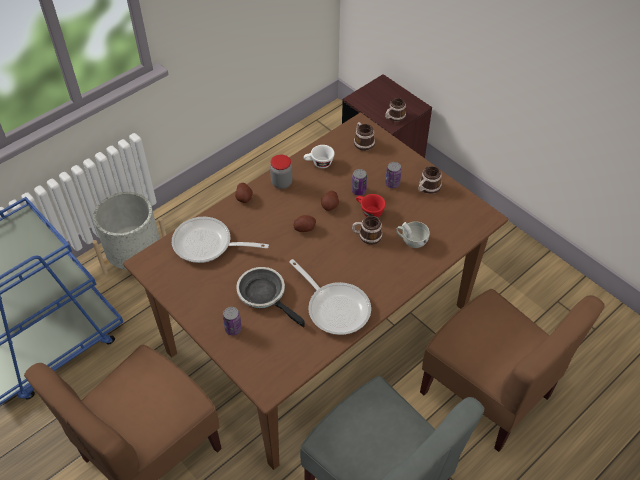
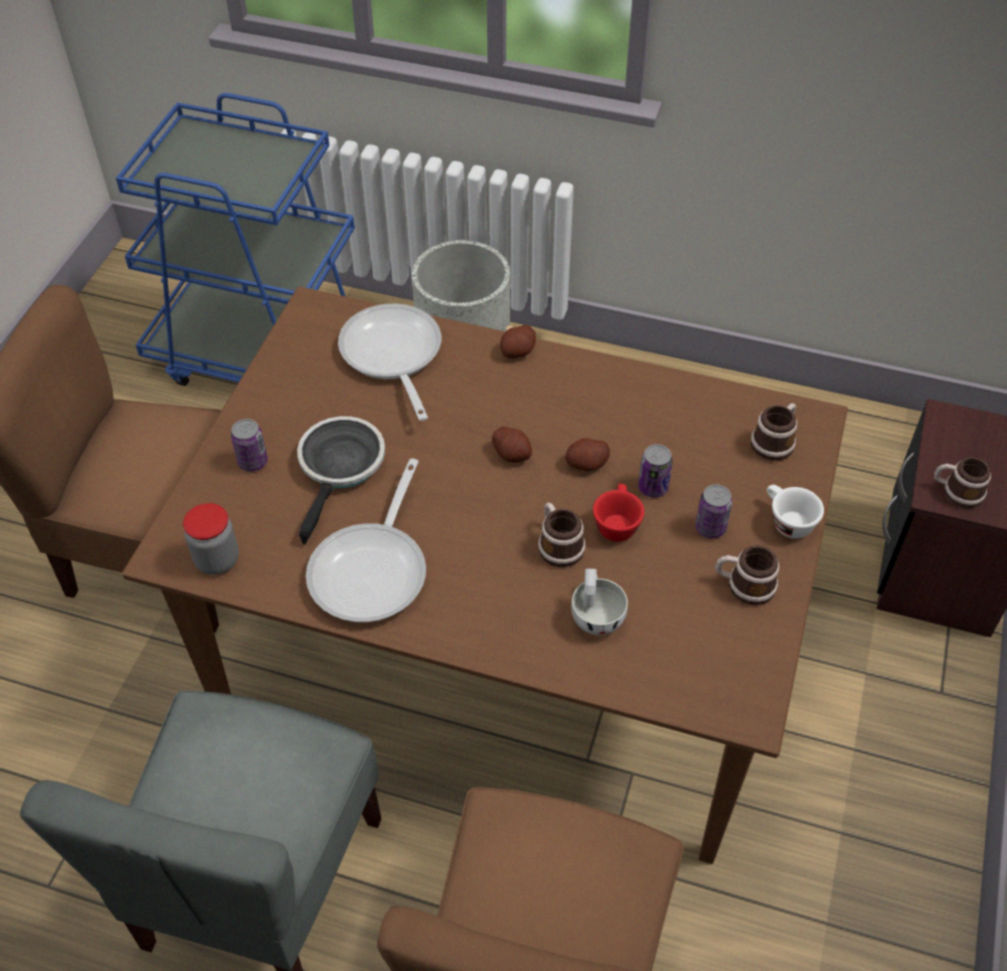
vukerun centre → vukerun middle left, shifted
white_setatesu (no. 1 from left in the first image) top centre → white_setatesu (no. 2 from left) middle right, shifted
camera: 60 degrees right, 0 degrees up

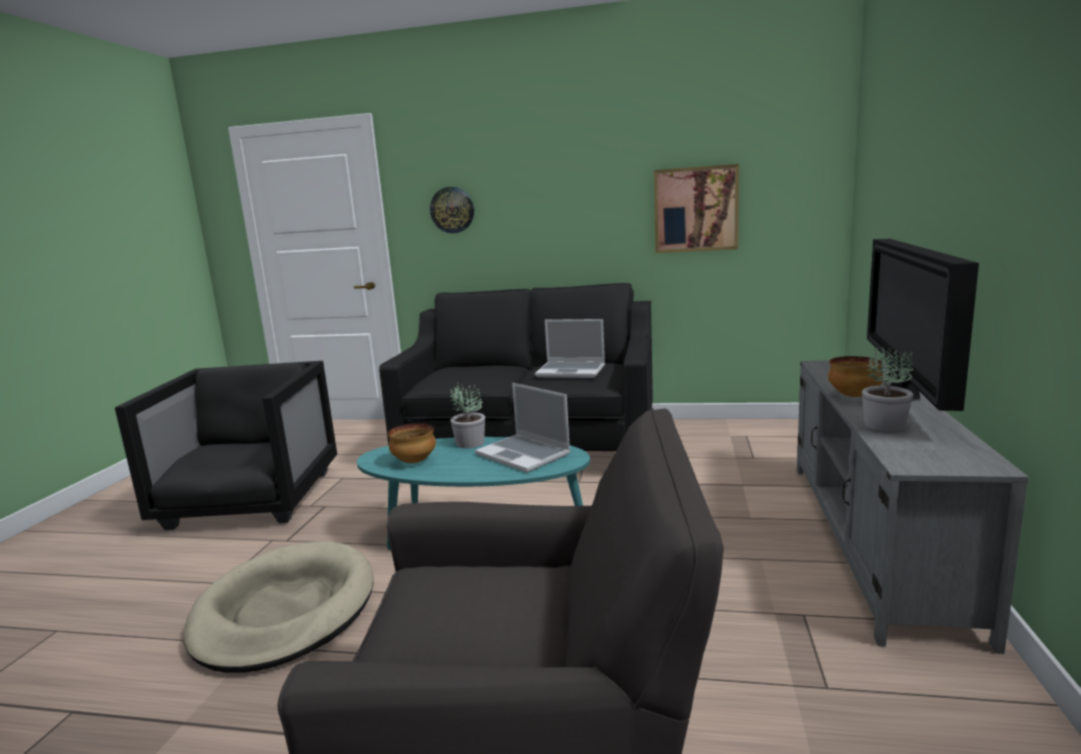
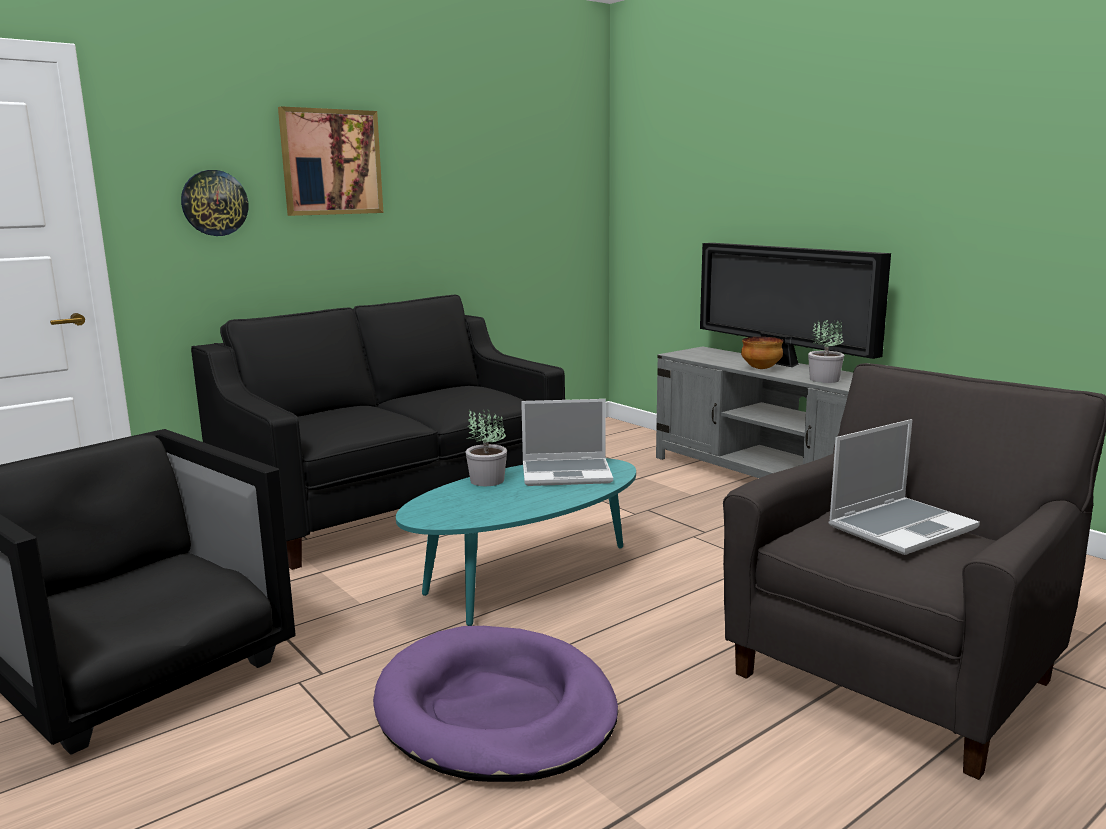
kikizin (no. 1 from left) centre → -
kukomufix (no. 2 from left) centre → kukomufix (no. 2 from left) middle right, shifted
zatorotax top centre → zatorotax top left, shifted
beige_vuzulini bottom left → purple_vuzulini bottom centre
camera: 50 degrees left, 0 degrees up

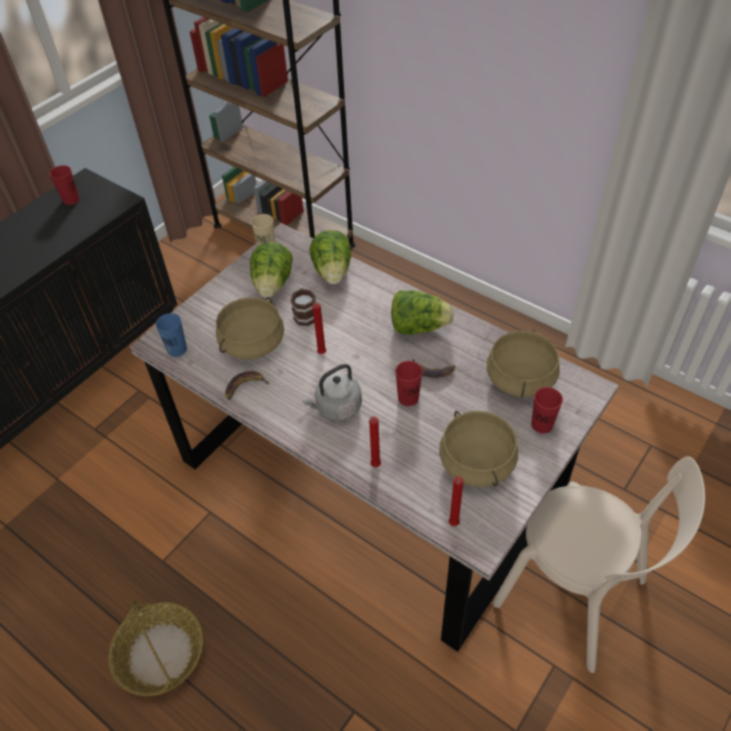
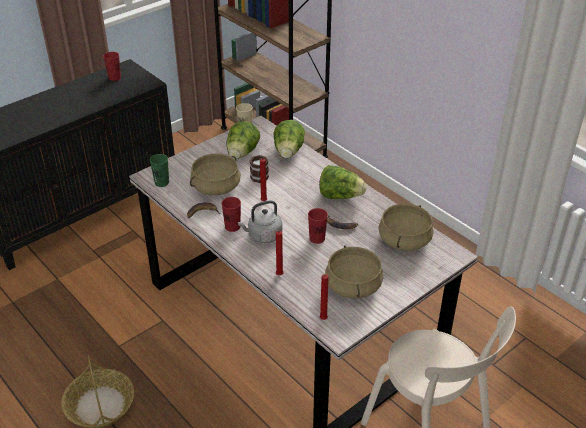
red_setatesu (no. 3 from left in the first image) middle right → red_setatesu (no. 2 from left) centre, shifted
blue_setatesu middle left → green_setatesu middle left
camera: 10 degrees right, 10 degrees down

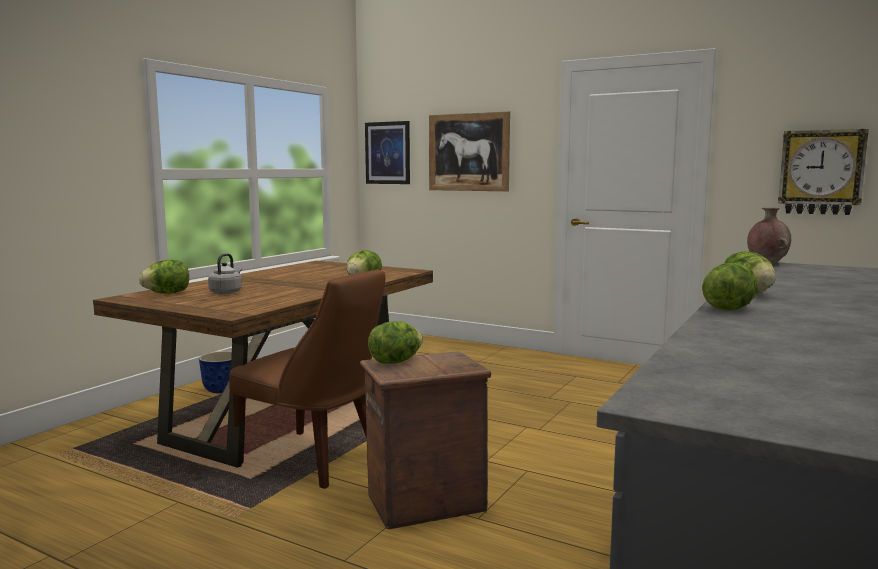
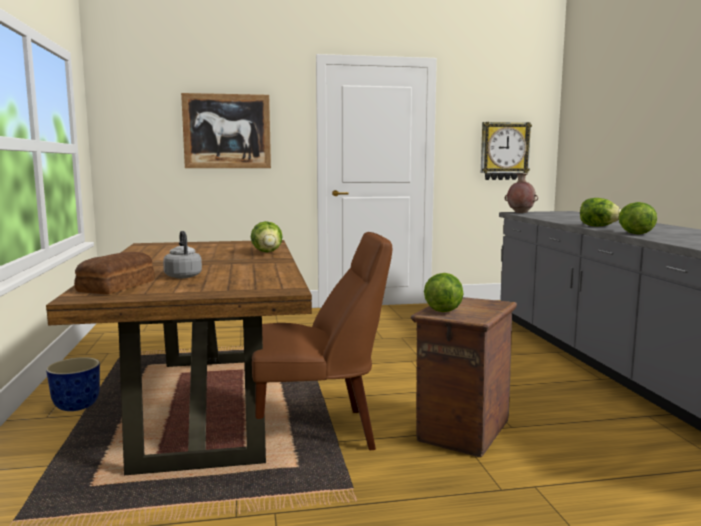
zatorotax (no. 1 from left) top centre → -
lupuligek (no. 1 from left) middle left → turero middle left
camera: 40 degrees left, 0 degrees up

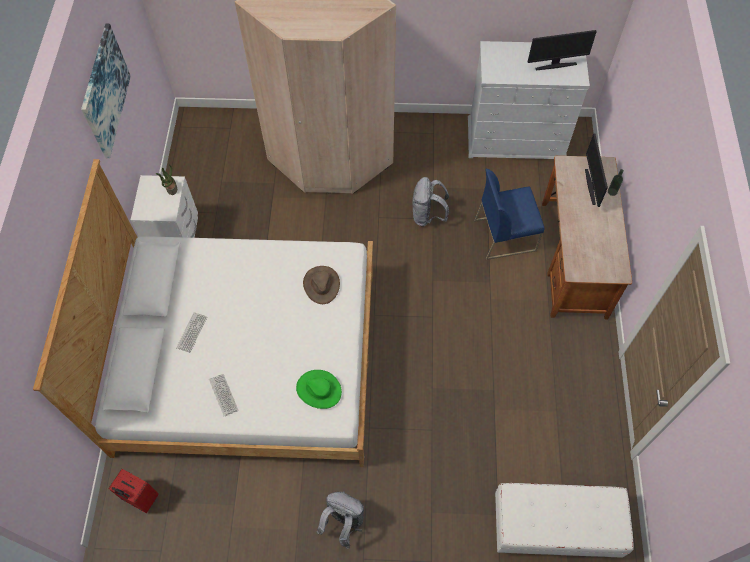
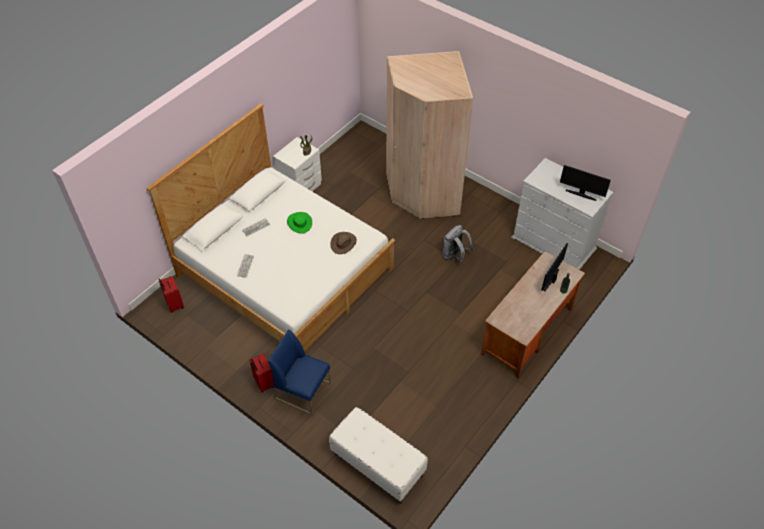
zatorotax top left → -
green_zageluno bottom centre → green_zageluno centre, shifted
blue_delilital middle right → blue_delilital bottom centre, shifted
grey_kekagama (no. 1 from left) bottom centre → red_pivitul (no. 2 from left) bottom centre
camera: 35 degrees right, 10 degrees down

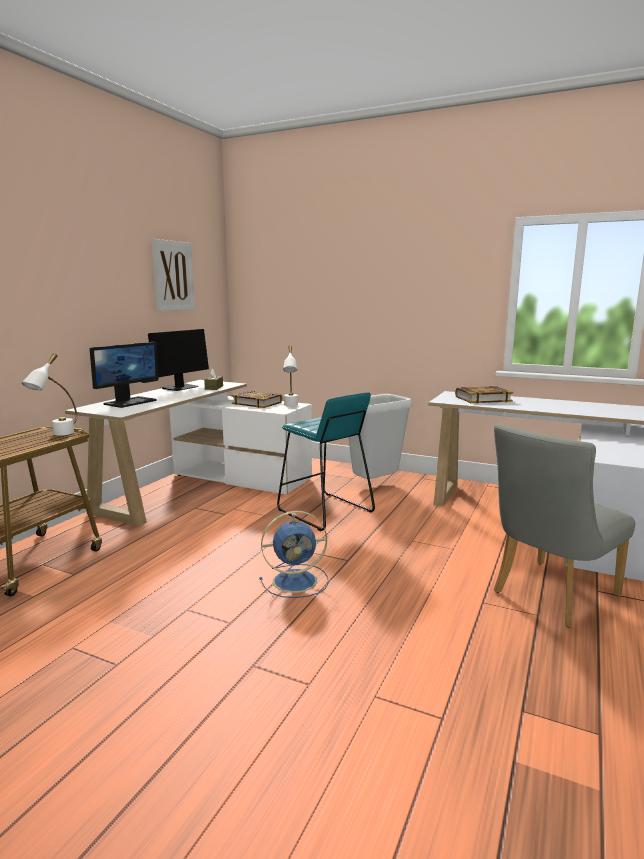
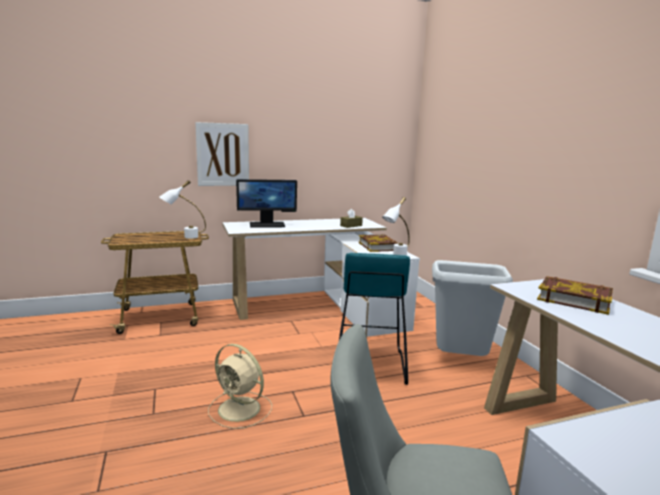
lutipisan (no. 2 from left) middle left → -
zatorotax top left → zatorotax top centre, shifted
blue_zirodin centre → beige_zirodin bottom centre
camera: 45 degrees right, 0 degrees up

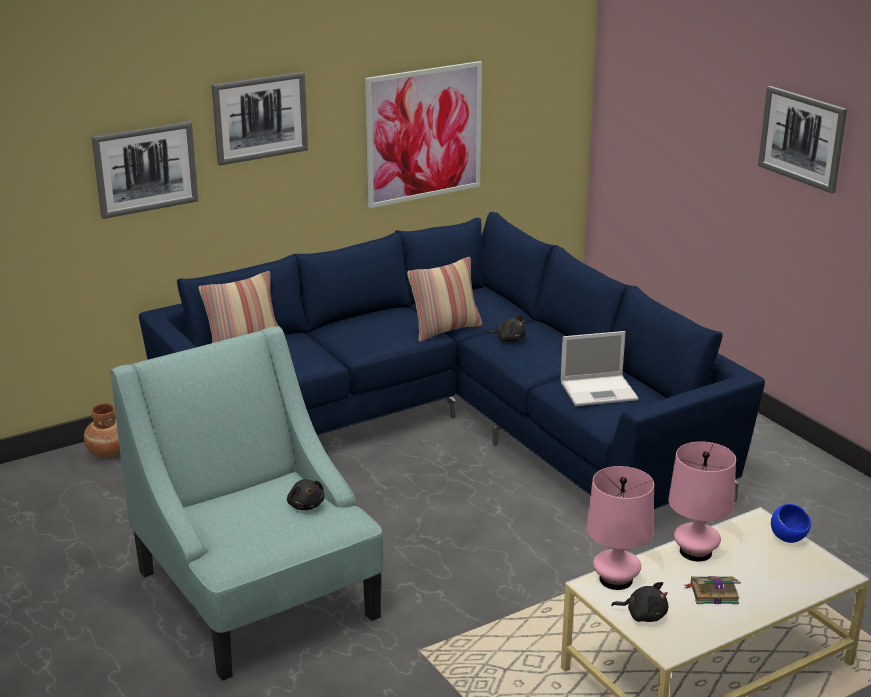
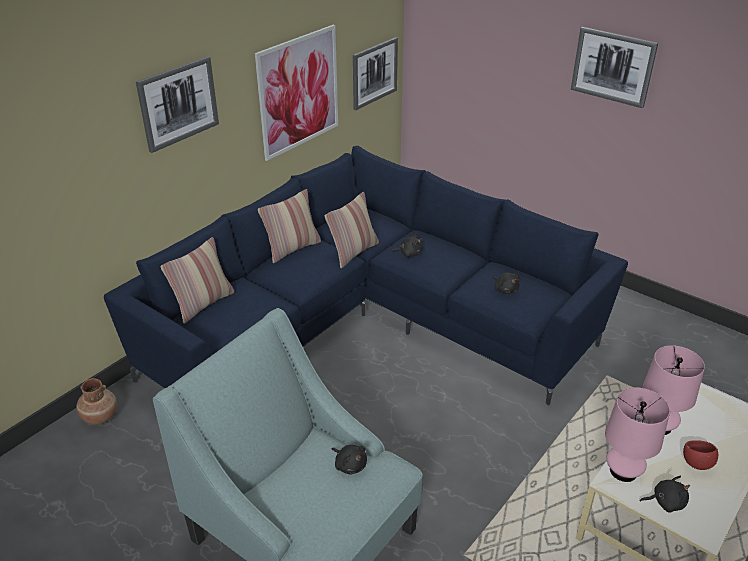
blue_kikizin bottom right → -
- → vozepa (no. 2 from left) centre
zatorotax (no. 1 from left in the first image) top left → zatorotax (no. 3 from left) top centre, shifted
kukomufix middle right → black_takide (no. 3 from left) middle right
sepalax bottom right → red_kikizin bottom right
camera: 20 degrees left, 10 degrees up

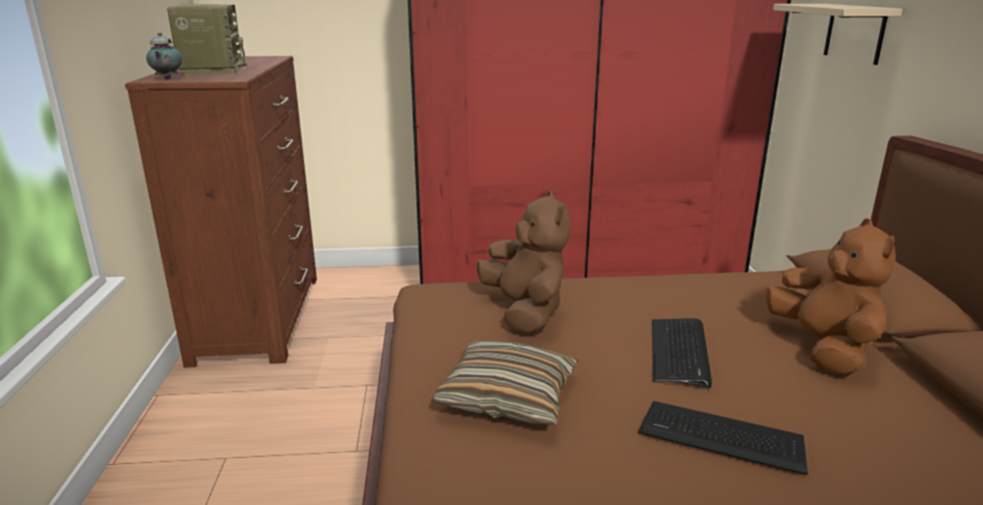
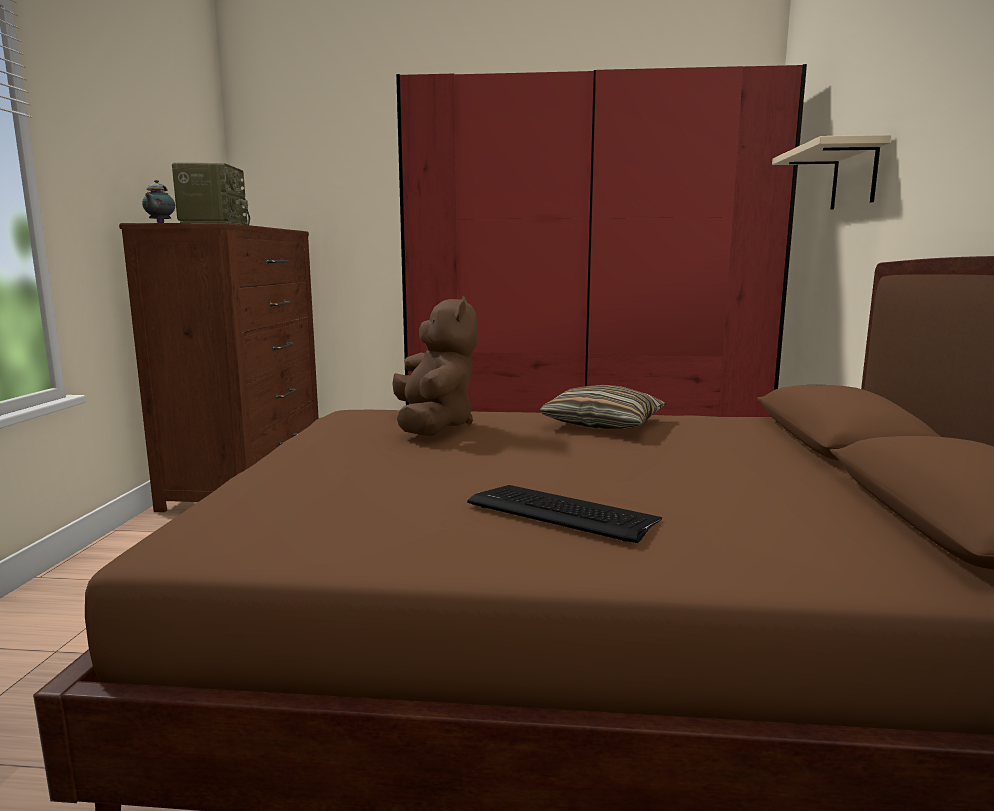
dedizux (no. 1 from left) bottom right → -
brown_takide (no. 2 from left) middle right → -
vozepa bottom centre → vozepa centre, shifted
camera: 10 degrees right, 10 degrees down

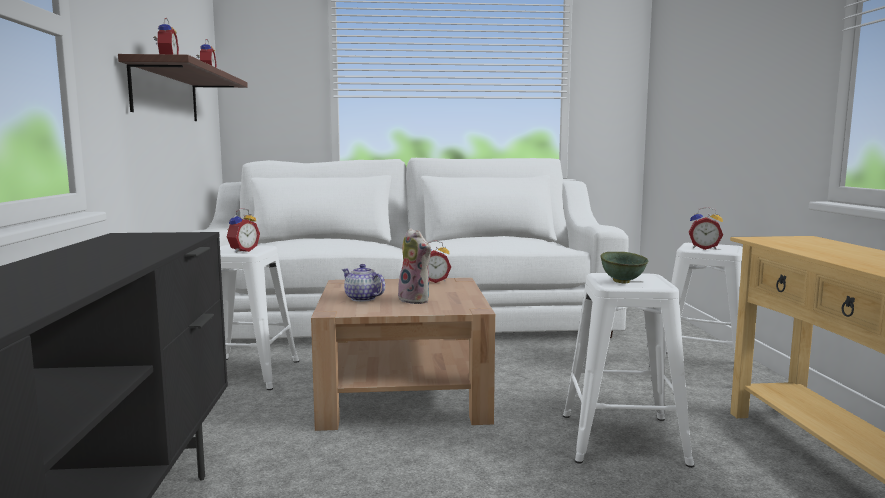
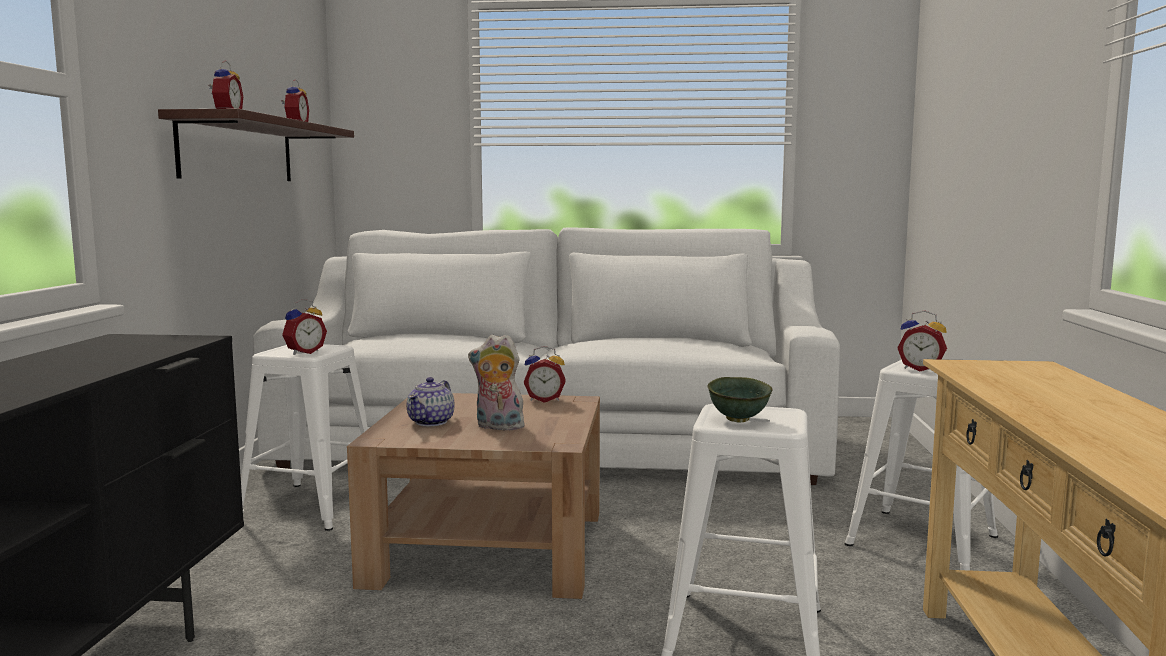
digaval centre, 120 degrees counterclockwise
takide centre, 135 degrees clockwise
camera: 10 degrees right, 0 degrees up

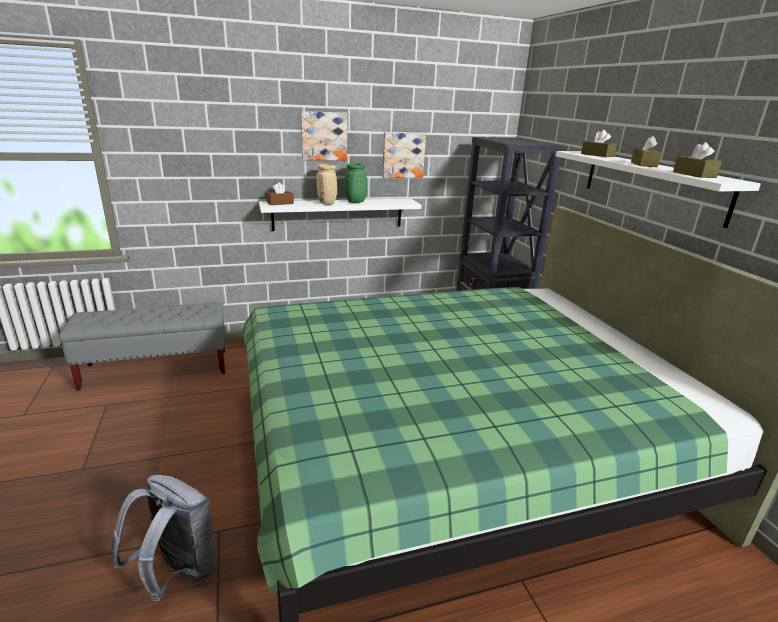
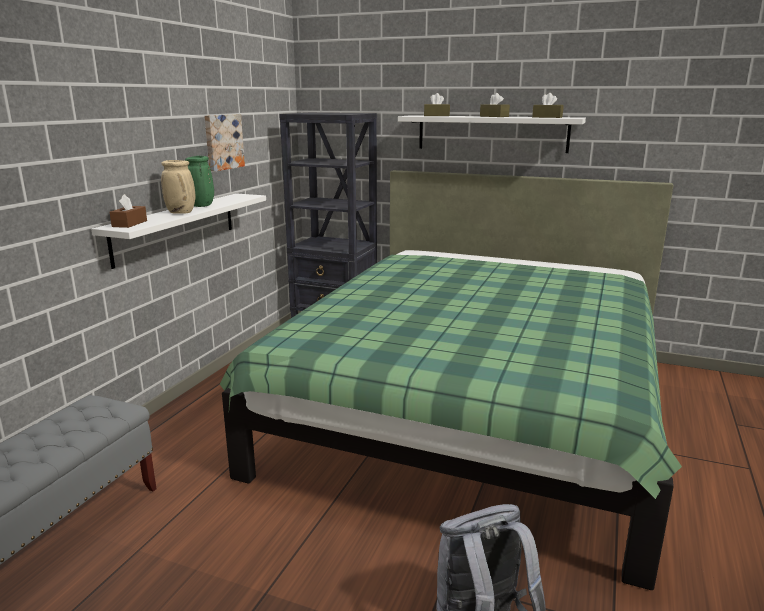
zatorotax (no. 1 from left) top centre → -
camera: 50 degrees left, 5 degrees down

